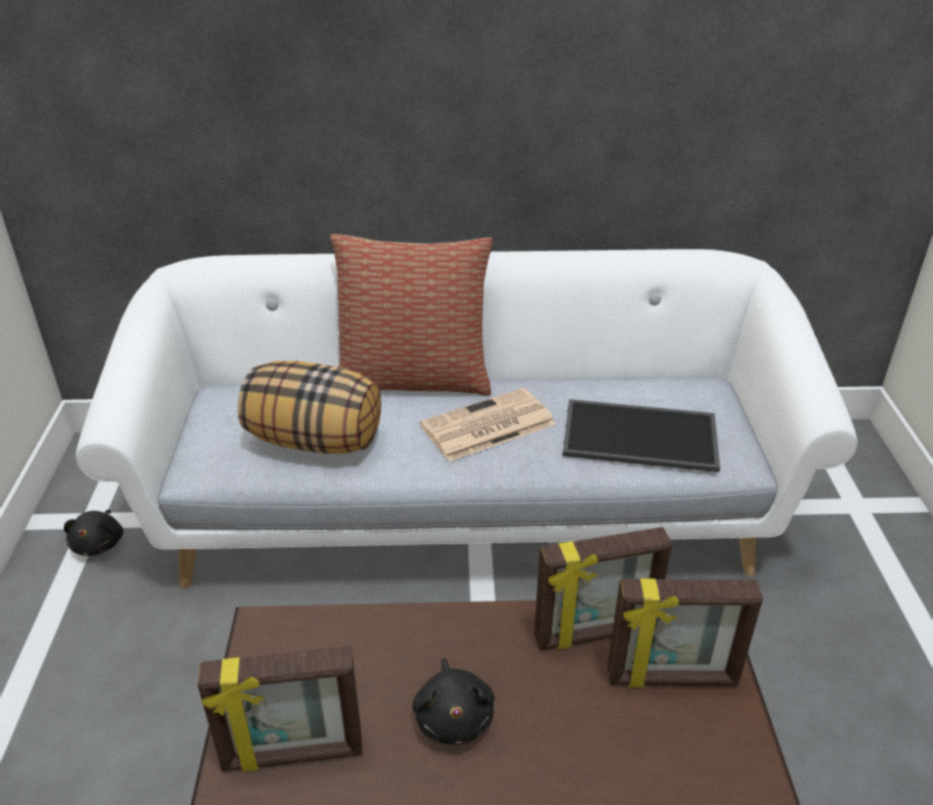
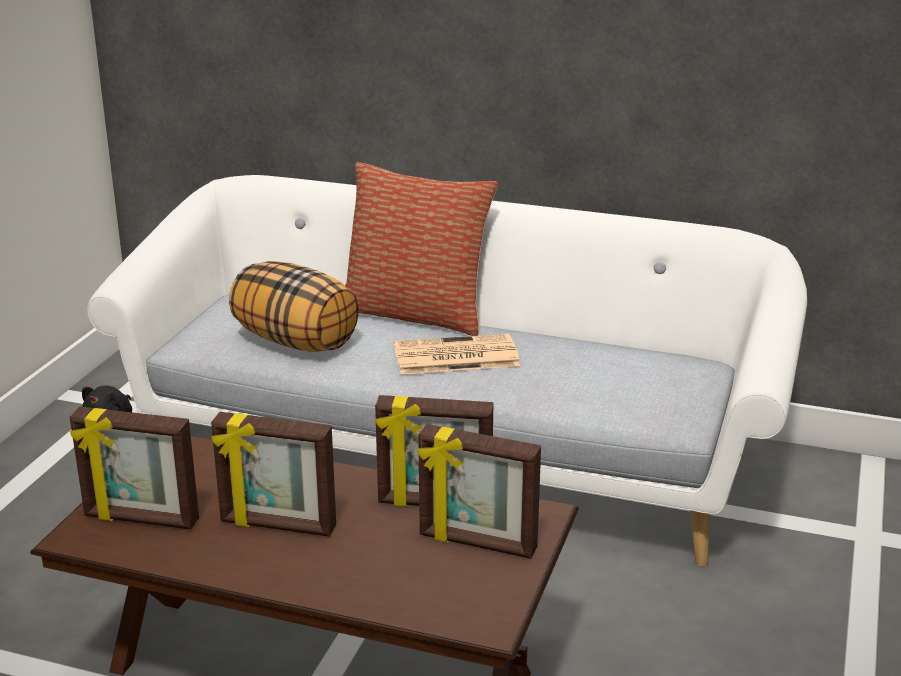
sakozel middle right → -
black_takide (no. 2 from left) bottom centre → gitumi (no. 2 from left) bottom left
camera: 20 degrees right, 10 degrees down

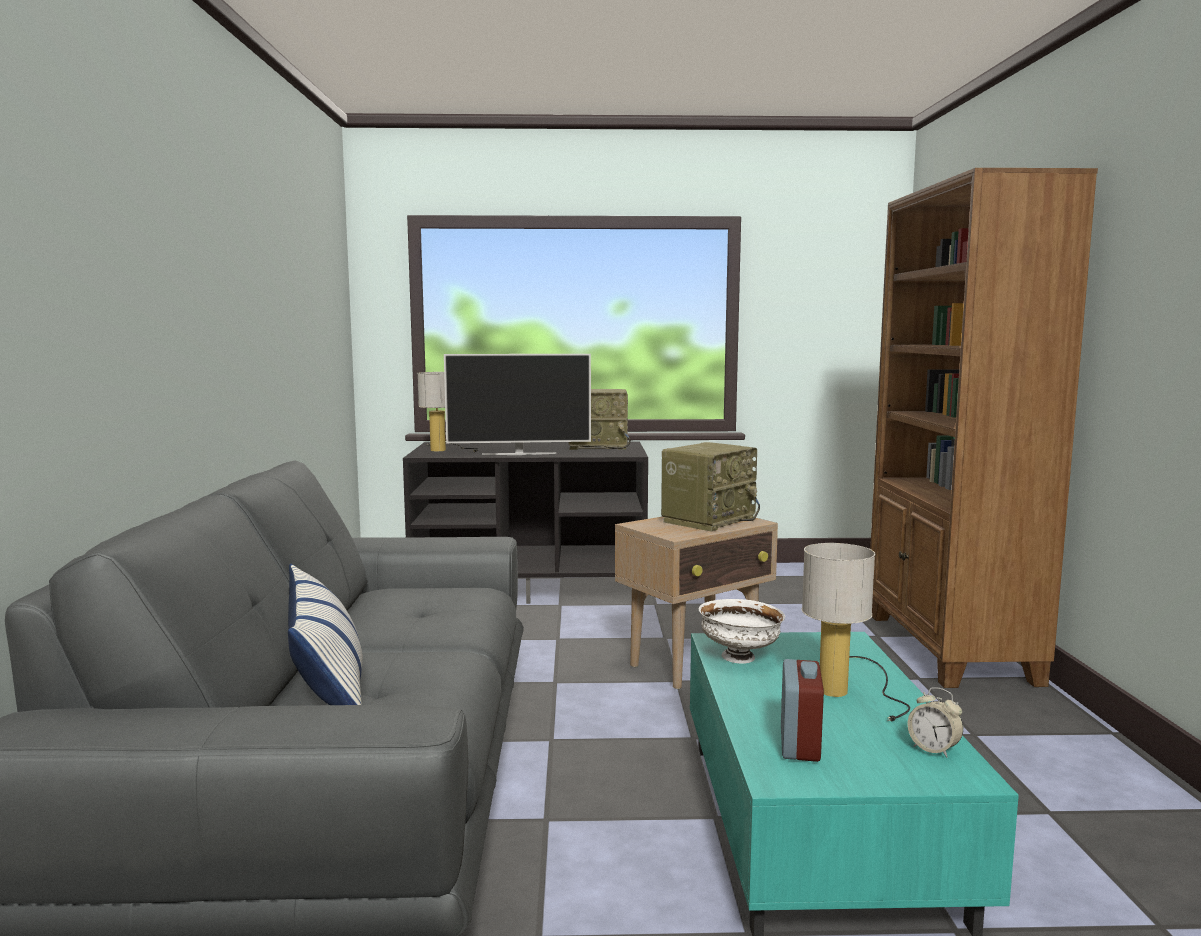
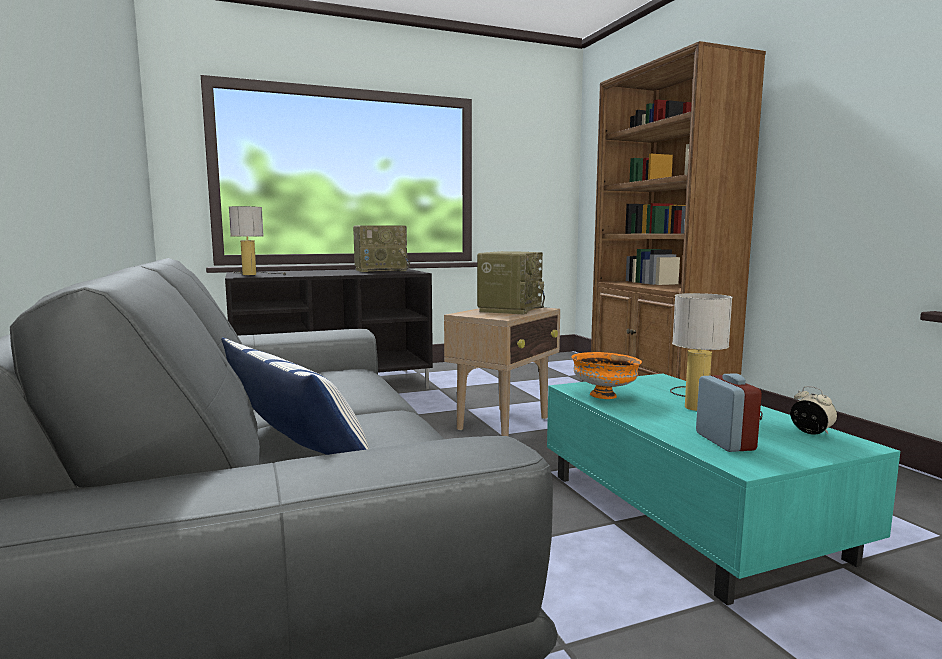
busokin centre → -
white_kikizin bottom centre → orange_kikizin centre
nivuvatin (no. 2 from left) bottom right → nivuvatin (no. 2 from left) middle right, 150 degrees counterclockwise
camera: 20 degrees left, 0 degrees up

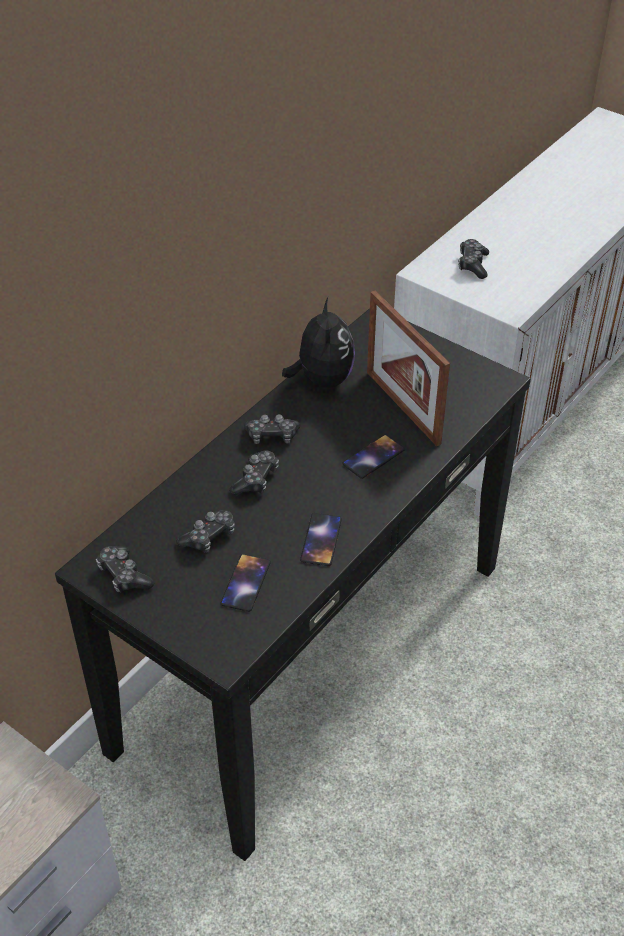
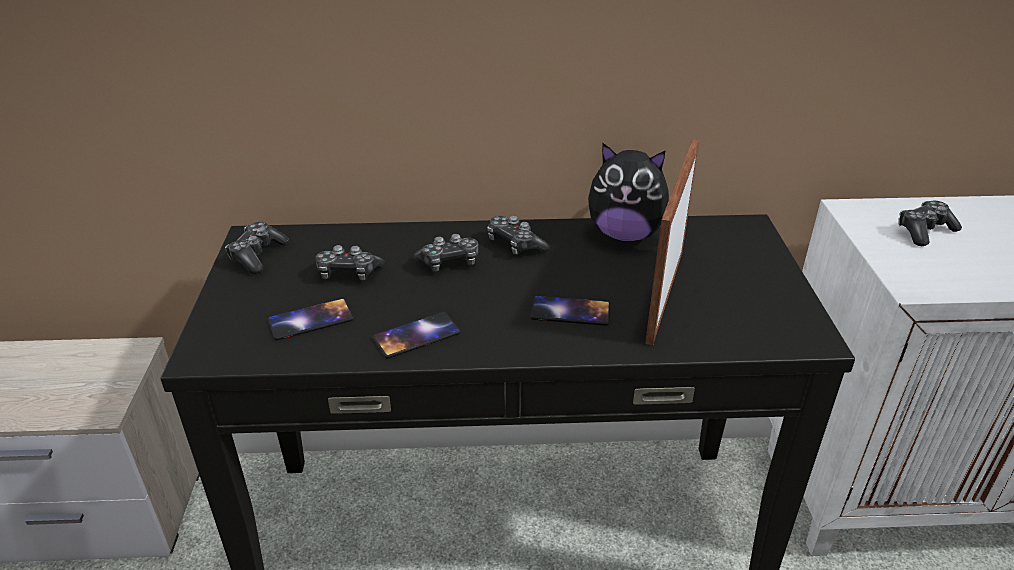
takide centre, 60 degrees clockwise
camera: 50 degrees right, 10 degrees down

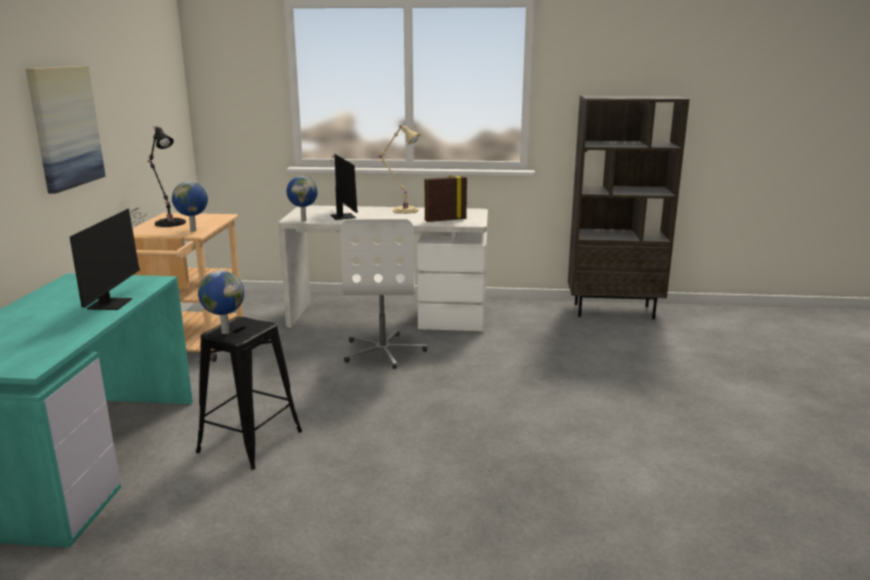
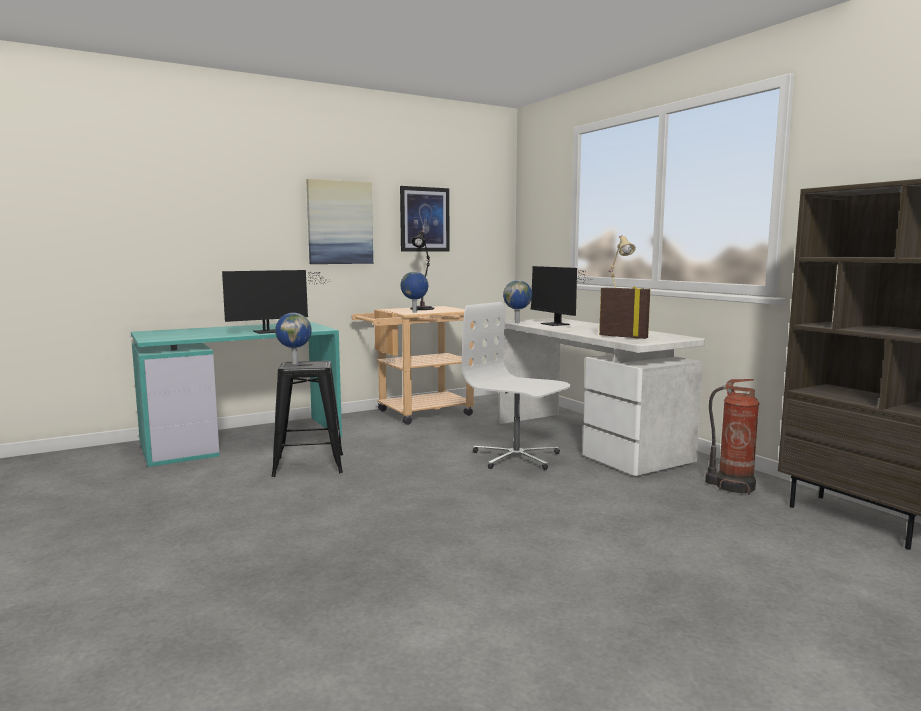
- → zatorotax (no. 2 from left) top centre
- → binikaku middle right
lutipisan (no. 2 from left) top centre → lutipisan (no. 2 from left) centre, 120 degrees clockwise
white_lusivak centre, 75 degrees clockwise
camera: 55 degrees right, 10 degrees down

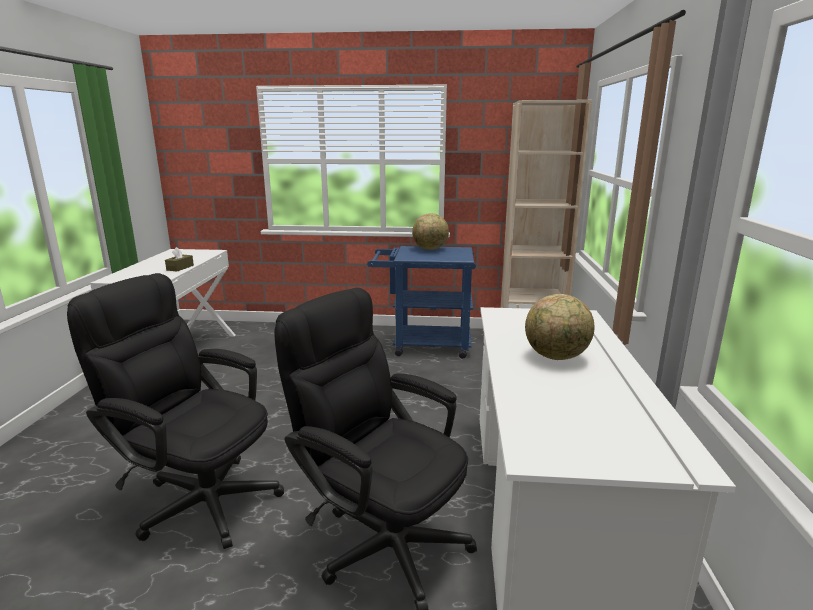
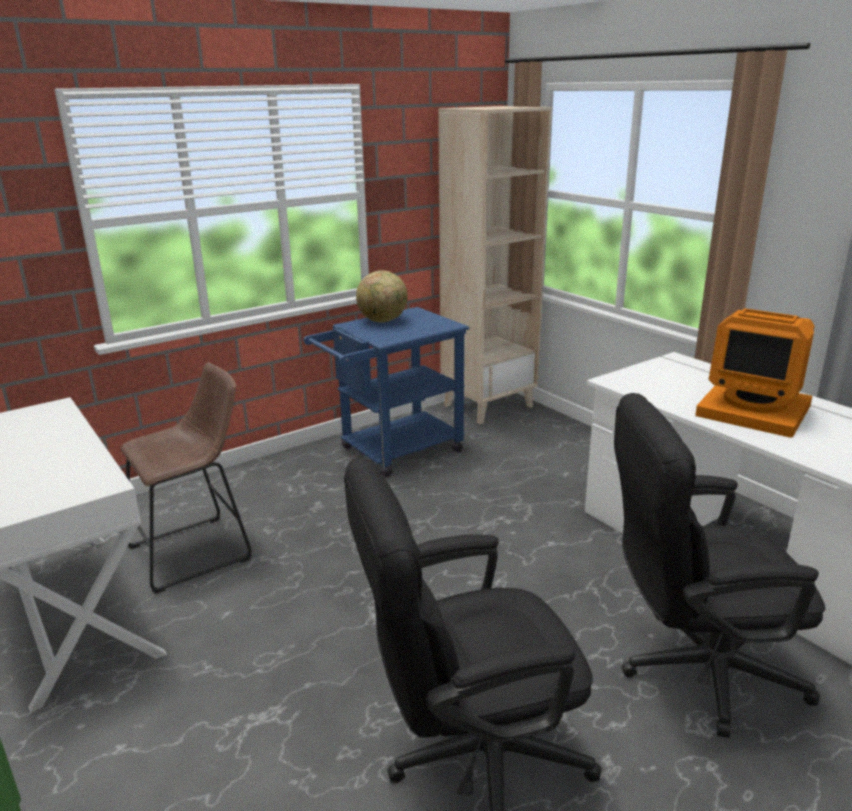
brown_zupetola middle left → -
- → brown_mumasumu middle left
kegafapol (no. 2 from left) middle right → lutipisan middle right
camera: 40 degrees left, 5 degrees up

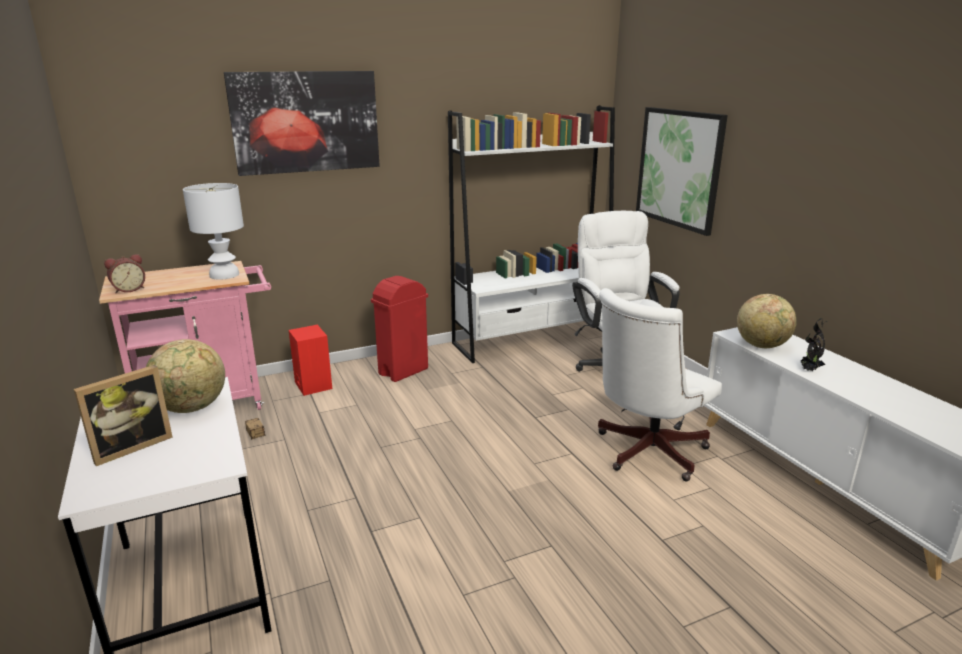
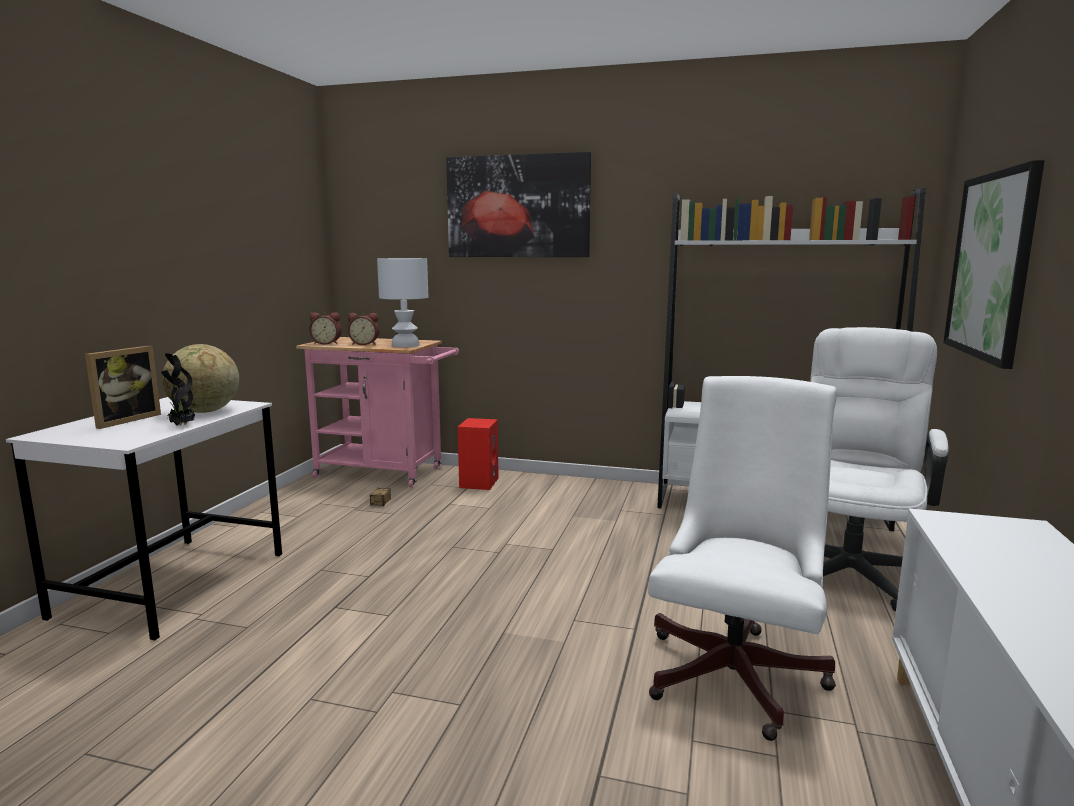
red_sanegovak centre → -
kegafapol (no. 2 from left) middle right → -
- → nivuvatin (no. 2 from left) centre
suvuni middle right → suvuni middle left, shifted
gitumi middle left, 60 degrees counterclockwise
white_lusivak (no. 2 from left in the first image) middle right → white_lusivak (no. 1 from left) bottom right, 120 degrees clockwise
camera: 40 degrees right, 10 degrees down

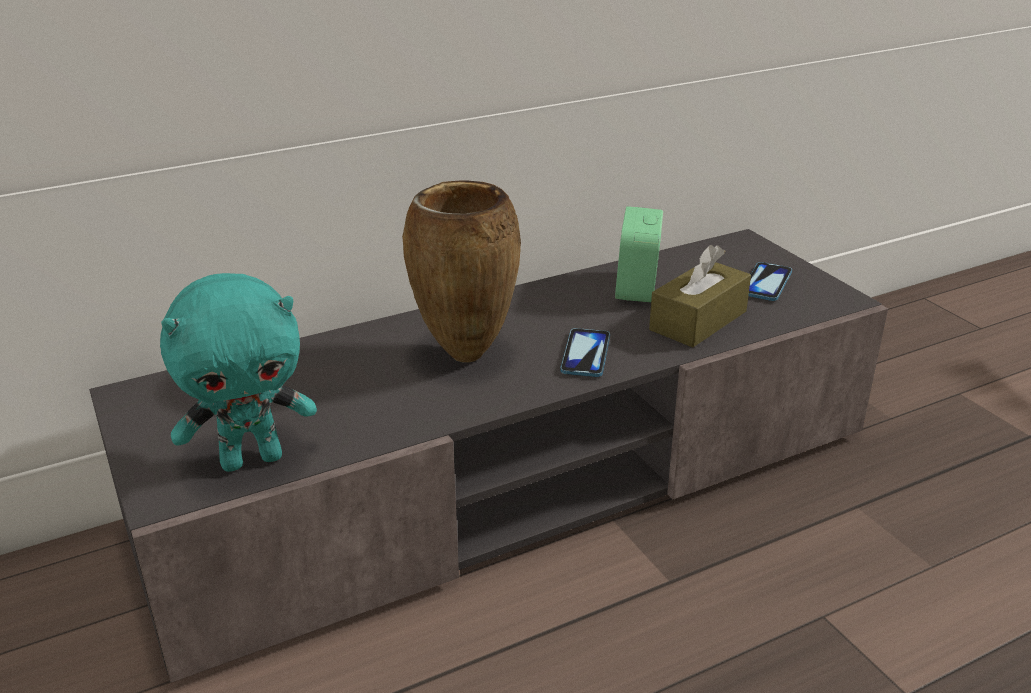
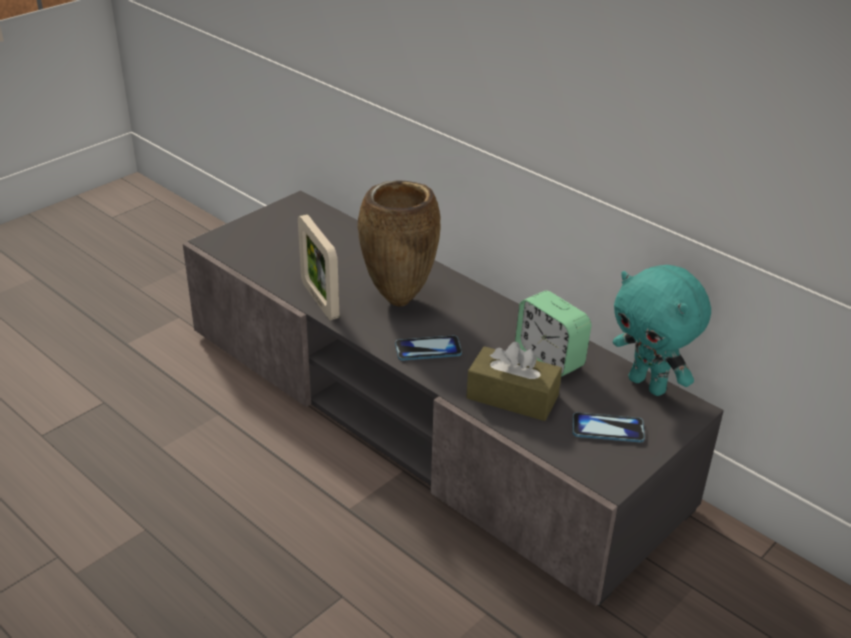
- → gitumi centre
turquoise_takide middle left → turquoise_takide middle right, shifted
nivuvatin centre, 120 degrees counterclockwise
camera: 70 degrees right, 5 degrees up

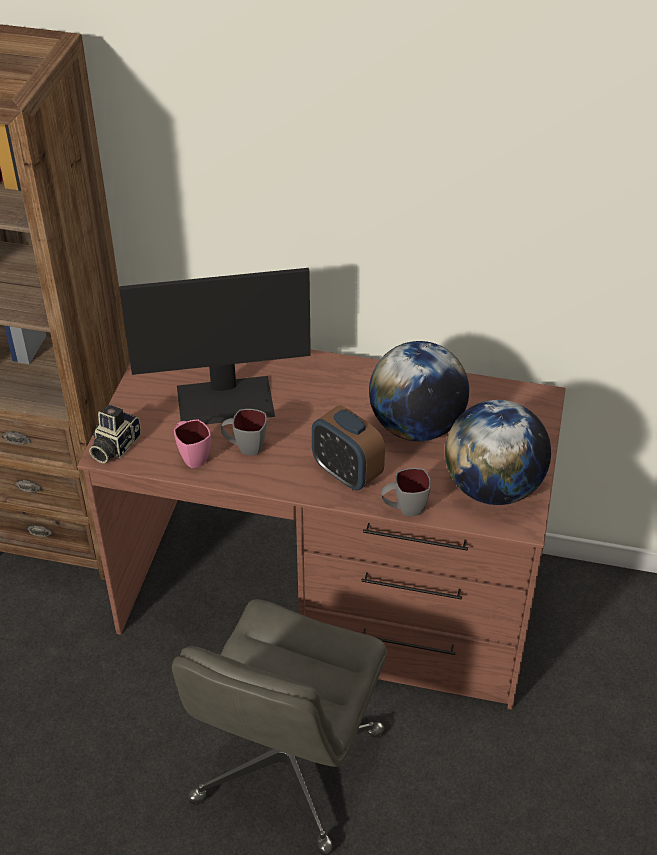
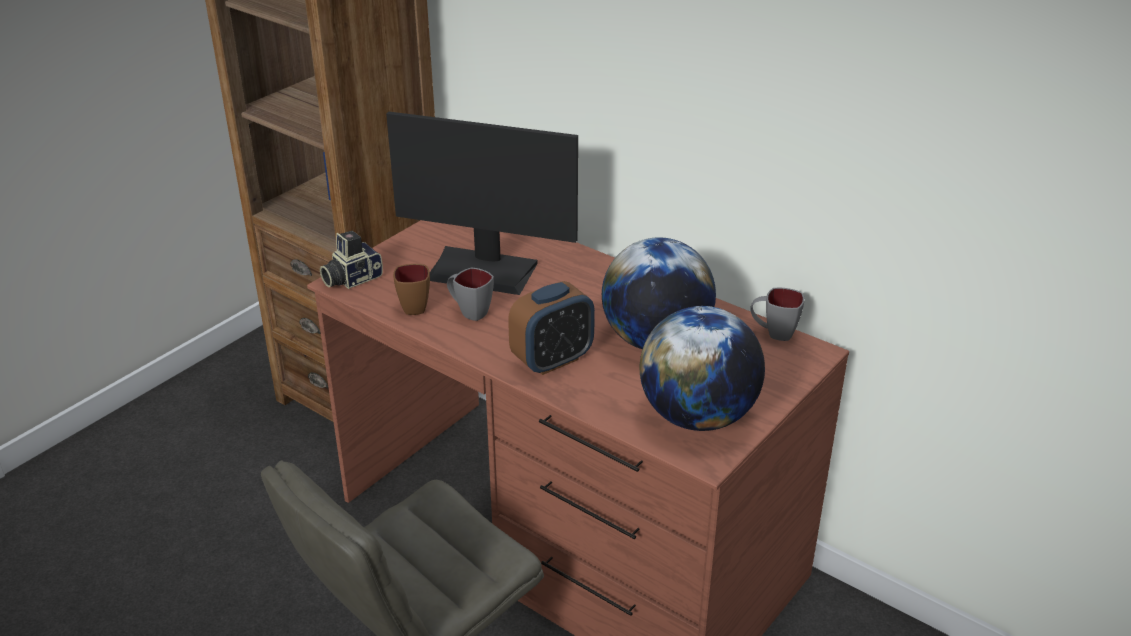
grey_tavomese (no. 2 from left) centre → grey_tavomese (no. 2 from left) middle right, shifted
pink_tavomese middle left → brown_tavomese centre
nivuvatin centre, 105 degrees counterclockwise
camera: 25 degrees right, 10 degrees down

